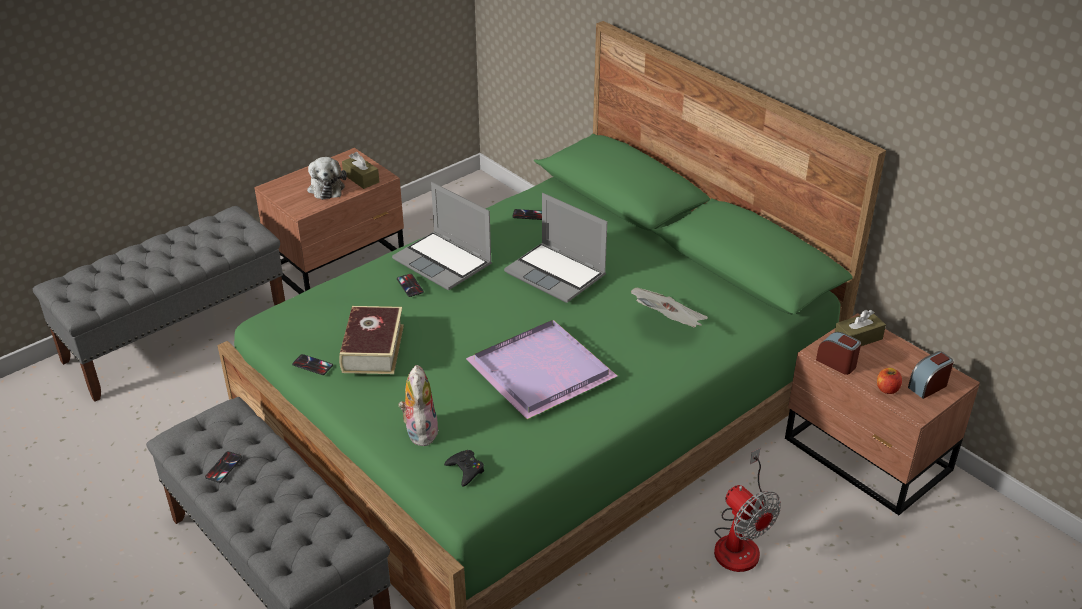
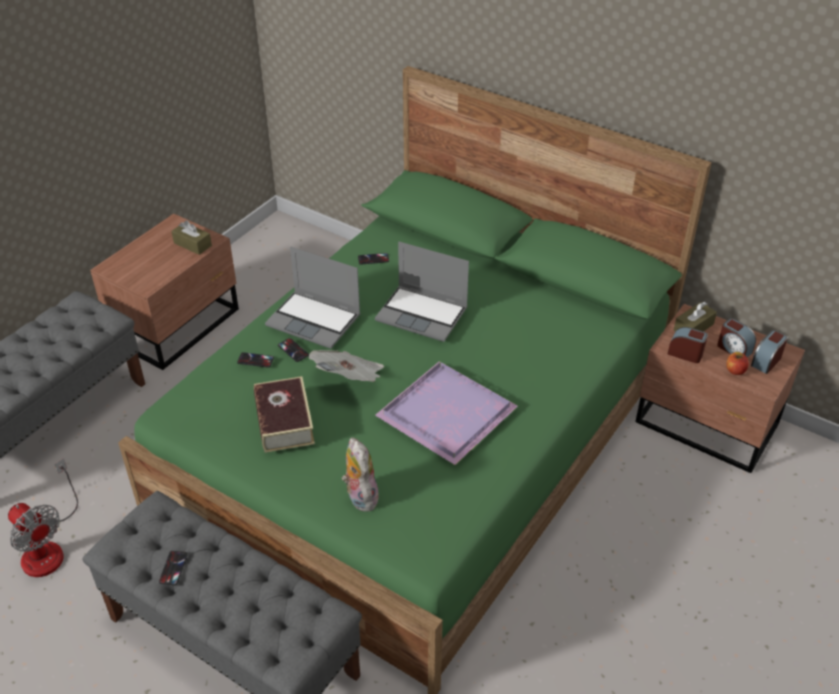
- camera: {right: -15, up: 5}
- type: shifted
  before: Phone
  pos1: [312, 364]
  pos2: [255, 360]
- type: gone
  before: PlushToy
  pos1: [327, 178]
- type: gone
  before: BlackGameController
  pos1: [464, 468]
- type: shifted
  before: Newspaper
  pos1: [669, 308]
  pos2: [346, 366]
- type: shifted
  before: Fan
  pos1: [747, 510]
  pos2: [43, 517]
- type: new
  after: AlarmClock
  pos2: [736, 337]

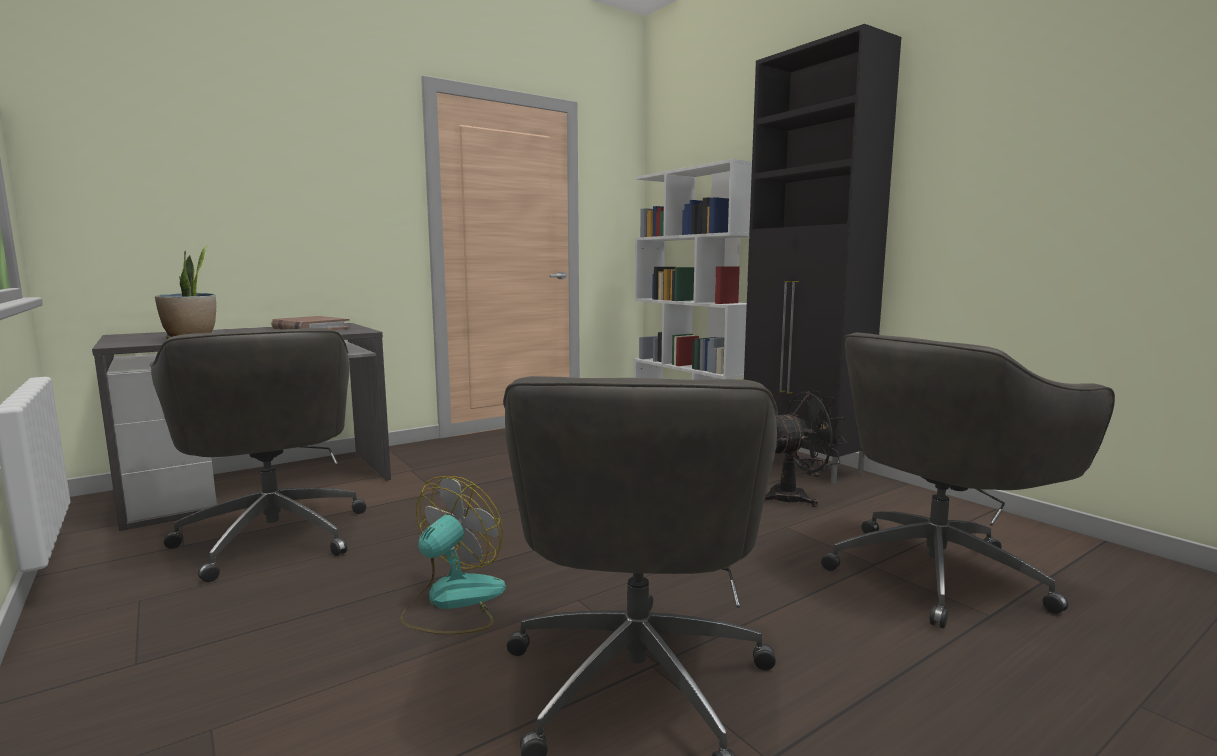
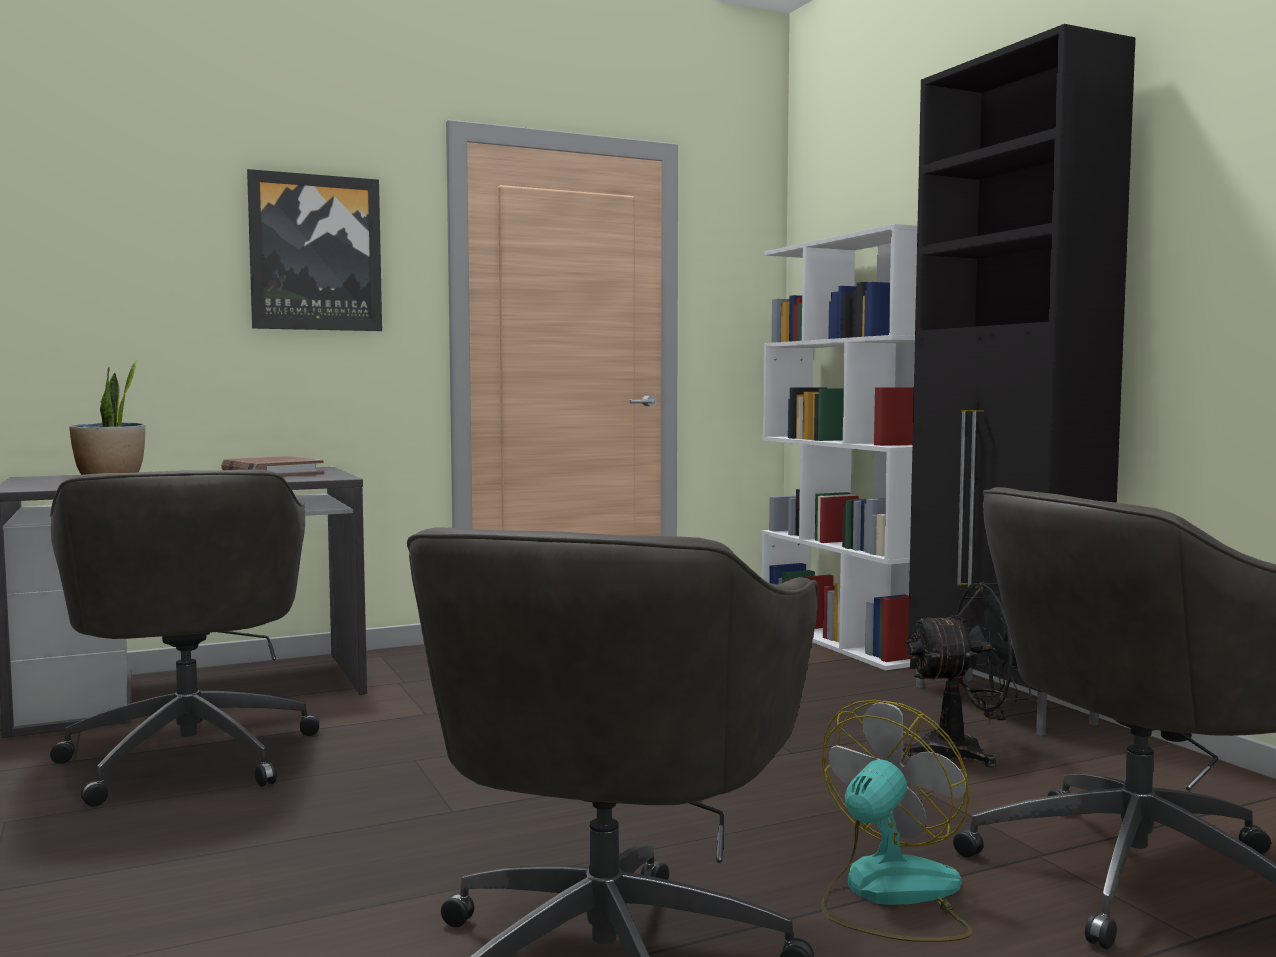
- camera: {right: 10, up: -5}
- type: shifted
  before: Fan
  pos1: [453, 555]
  pos2: [896, 821]
- type: new
  after: Picture
  pos2: [314, 250]

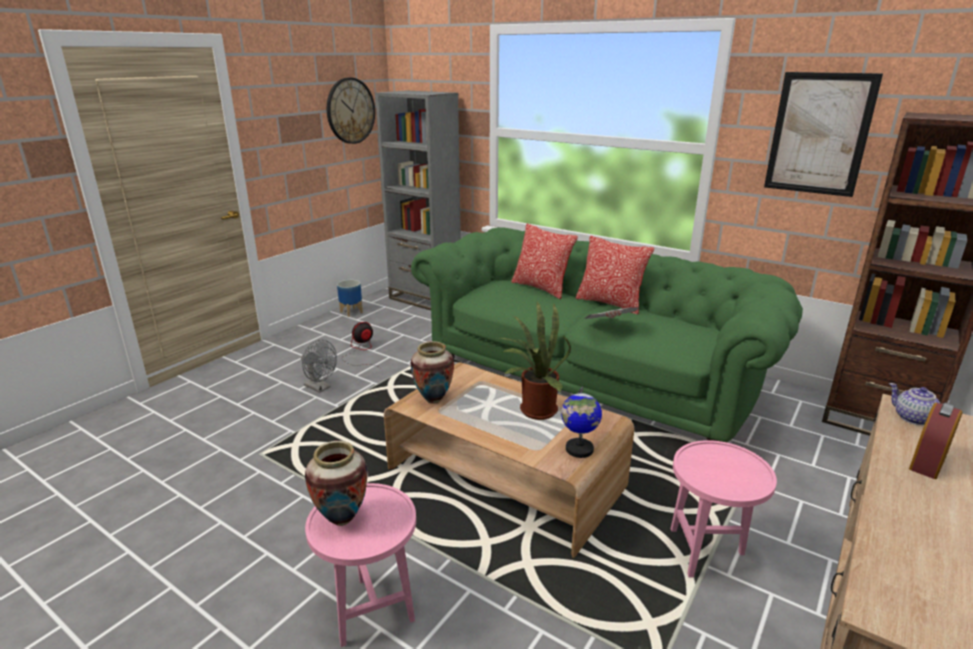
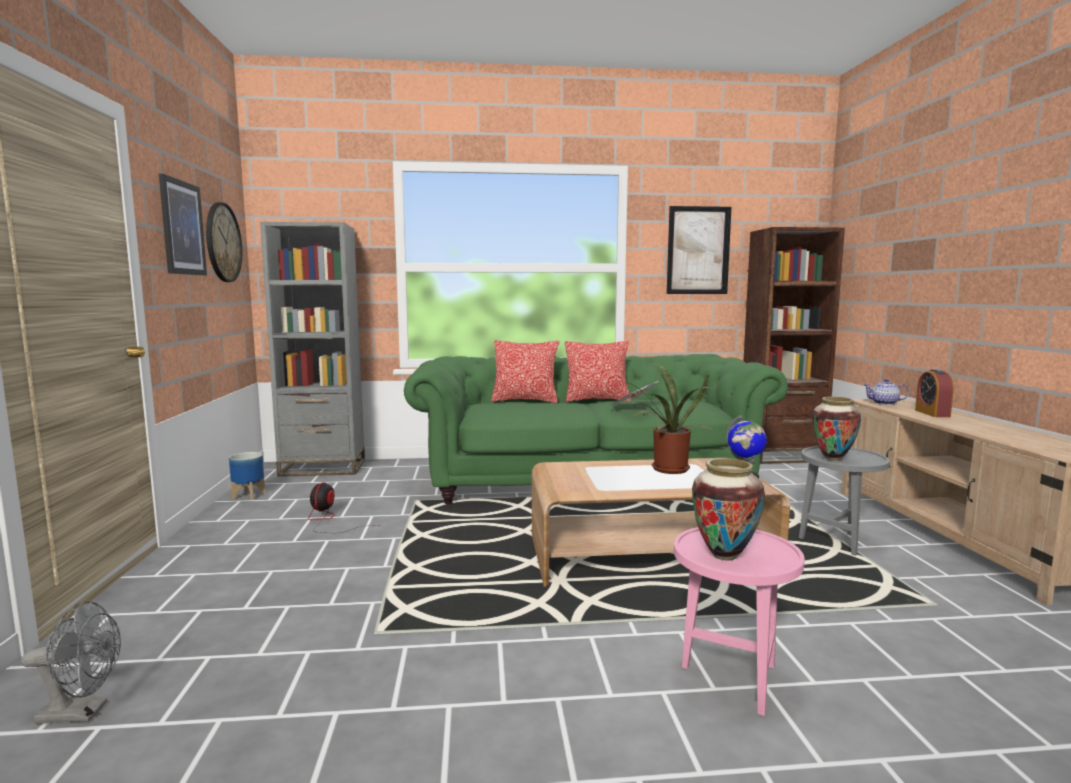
- camera: {right: -40, up: -15}
- type: shifted
  before: GreyFan
  pos1: [319, 366]
  pos2: [71, 662]
- type: shifted
  before: Vase
  pos1: [432, 372]
  pos2: [836, 429]
- type: repainted
  before: PinkSideTable
  after: GreySideTable
  pos1: [724, 509]
  pos2: [844, 501]
- type: new
  after: Picture
  pos2: [183, 224]

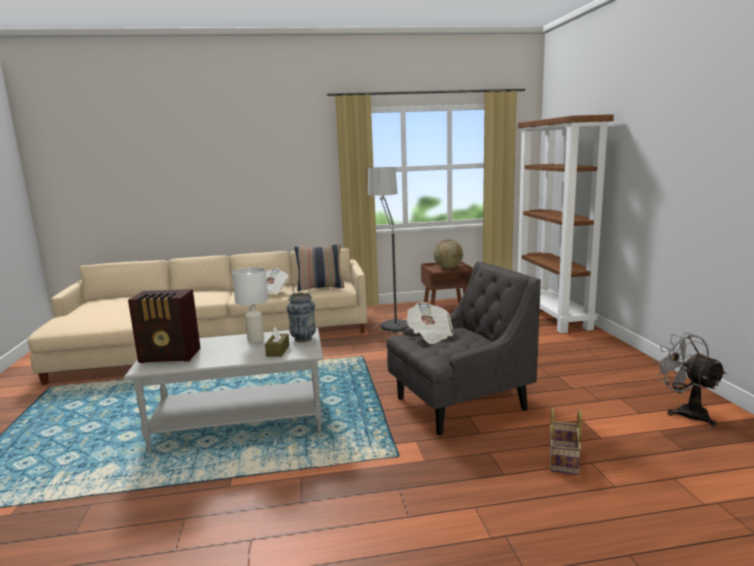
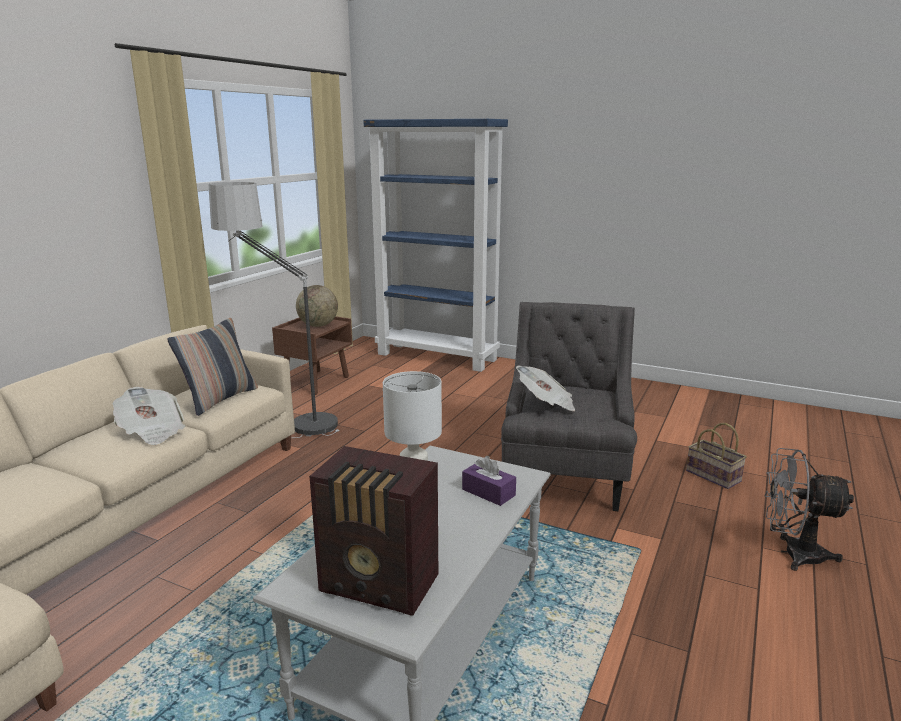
- camera: {right: -55, up: 5}
- type: rotated
  before: Radio
  pos1: [164, 326]
  pos2: [374, 531]
  turn: 75
- type: repainted
  before: BrownTissueBox
  after: PurpleTissueBox
  pos1: [277, 342]
  pos2: [489, 481]
- type: gone
  before: Vase
  pos1: [301, 317]
- type: repainted
  before: BrownBookcase
  after: BlueBookcase
  pos1: [566, 223]
  pos2: [435, 245]
- type: shifted
  before: GreyFan
  pos1: [690, 379]
  pos2: [809, 509]

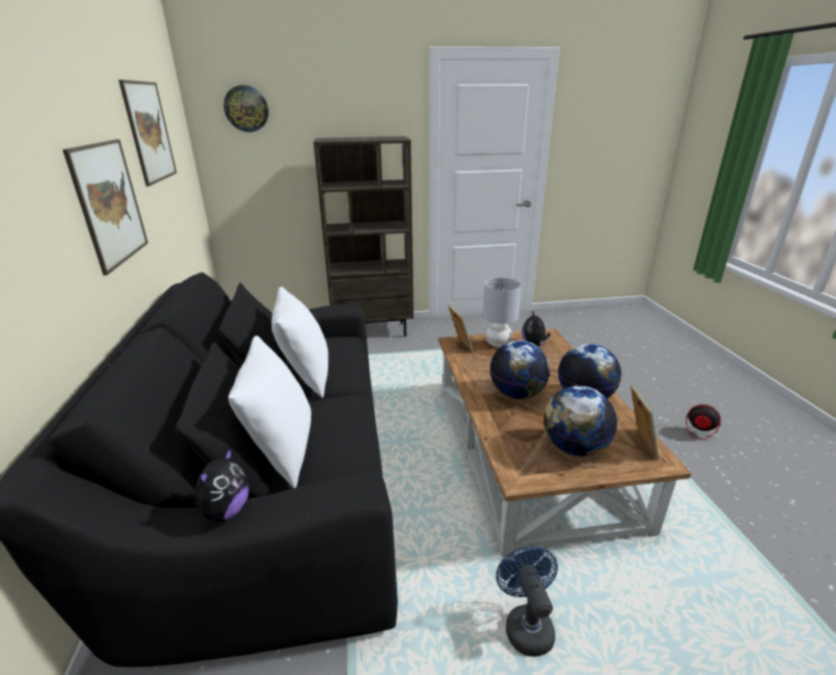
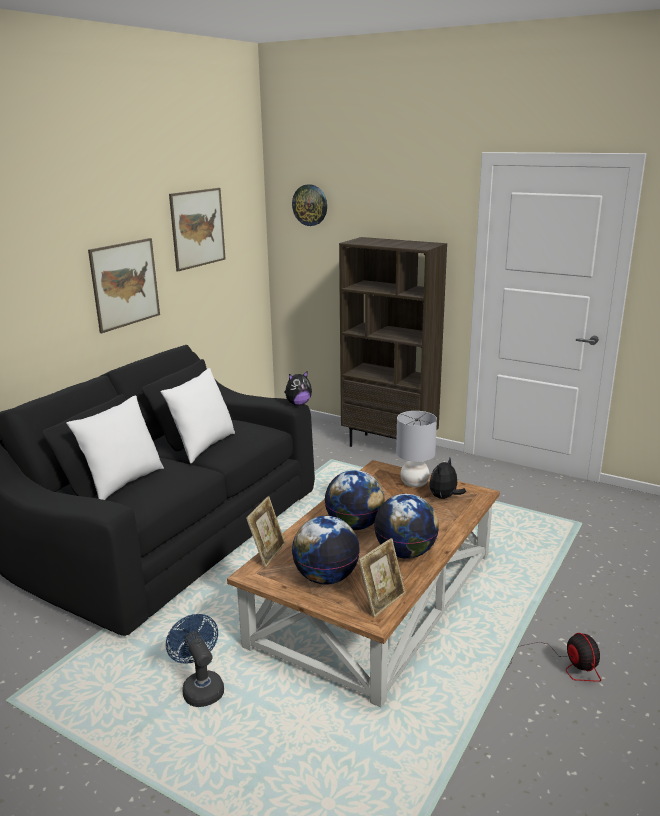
- camera: {right: 40, up: -5}
- type: shifted
  before: PlushToy
  pos1: [217, 484]
  pos2: [298, 388]
- type: shifted
  before: PictureFrame
  pos1: [461, 329]
  pos2: [266, 531]
- type: rotated
  before: BlueFan
  pos1: [527, 601]
  pos2: [195, 660]
  turn: -60

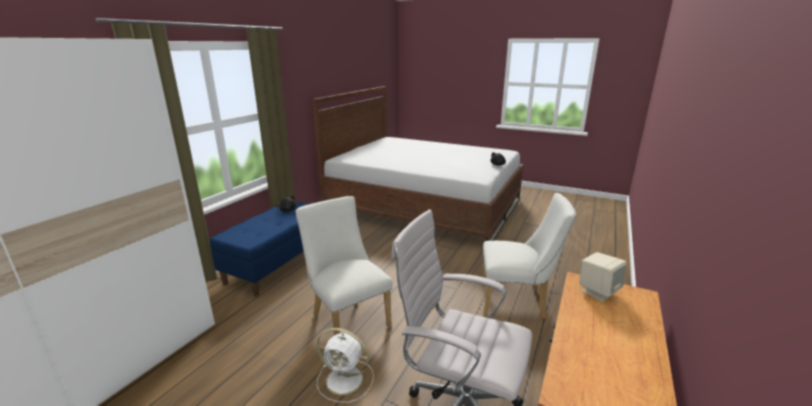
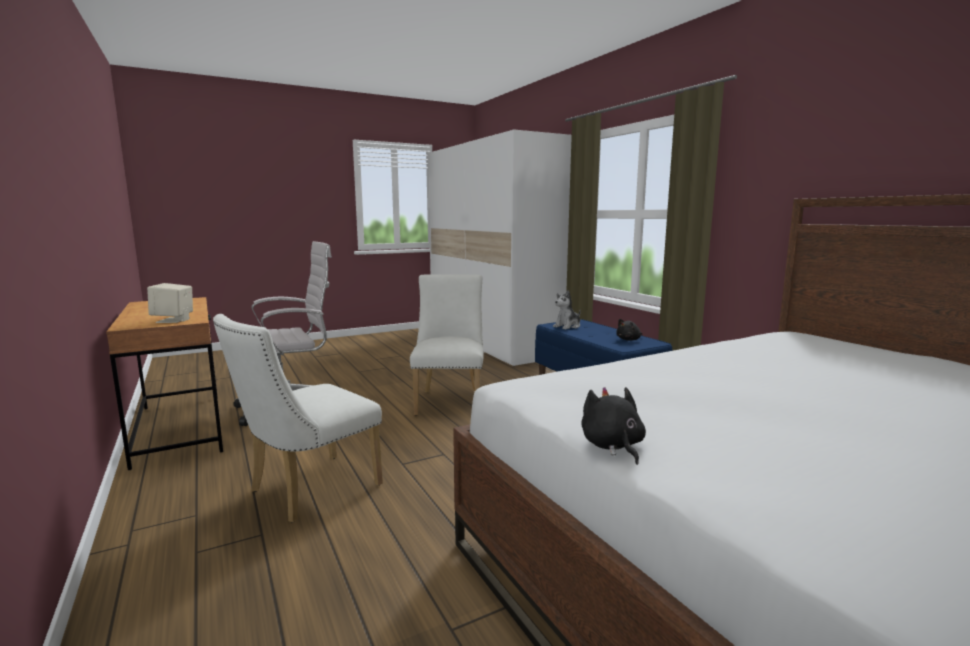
- camera: {right: 125, up: -10}
- type: rotated
  before: WhiteChair
  pos1: [343, 266]
  pos2: [447, 345]
  turn: -90
- type: gone
  before: WhiteFan
  pos1: [345, 365]
- type: new
  after: PlushToy
  pos2: [567, 310]

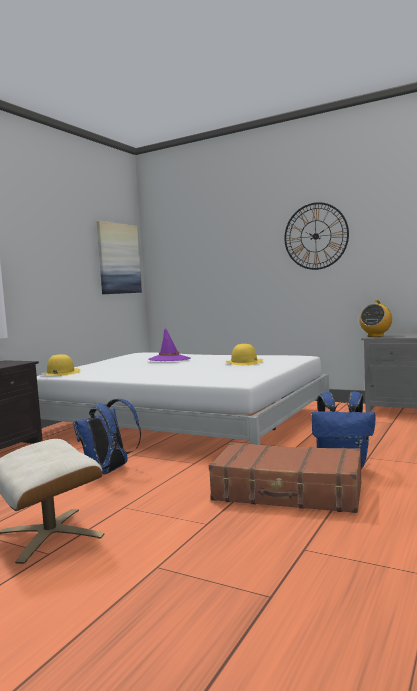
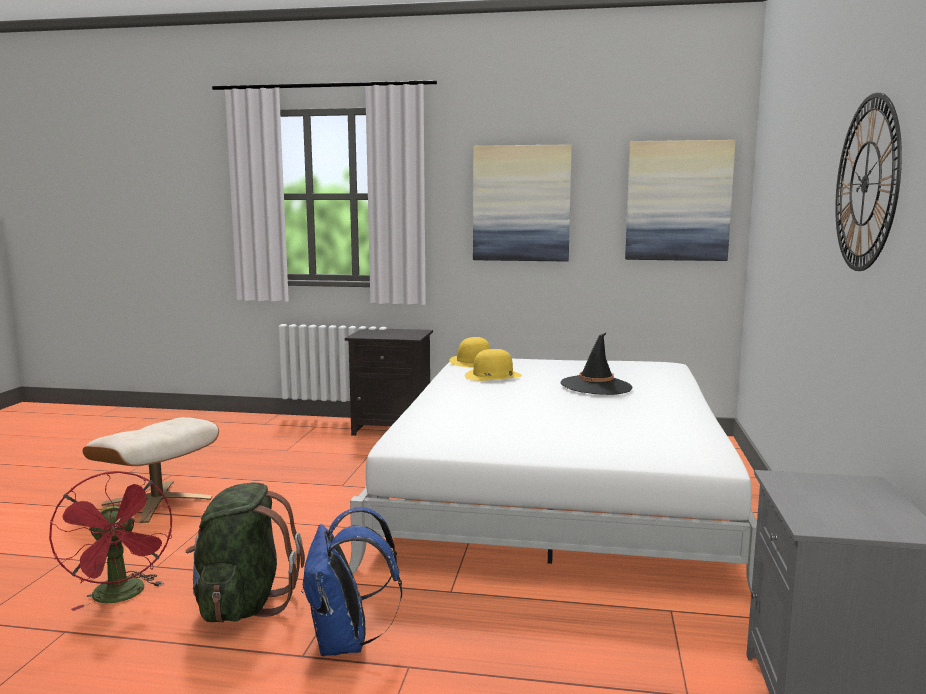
- camera: {right: 70, up: 5}
- type: gone
  before: BlueBackpack
  pos1: [107, 436]
- type: repainted
  before: PurpleHat
  after: BlackHat
  pos1: [169, 344]
  pos2: [597, 363]
- type: swapped
  before: BrownSuitcase
  after: GreenBackpack
  pos1: [285, 477]
  pos2: [245, 552]
- type: shifted
  before: YellowHat
  pos1: [244, 354]
  pos2: [493, 365]
- type: gone
  before: Radio
  pos1: [375, 318]
- type: new
  after: RedFan
  pos2: [110, 541]
- type: new
  after: Picture
  pos2: [522, 203]

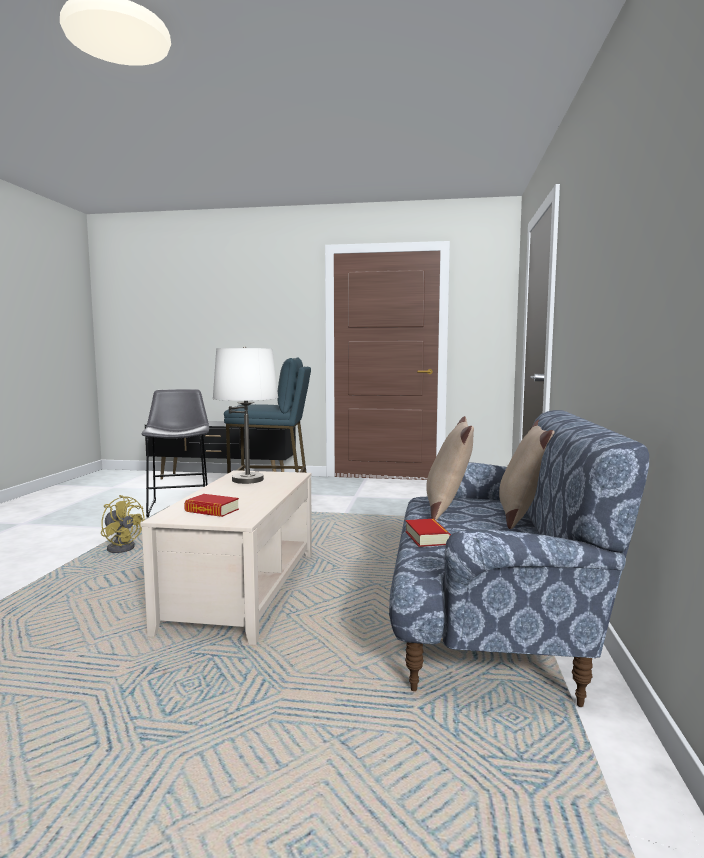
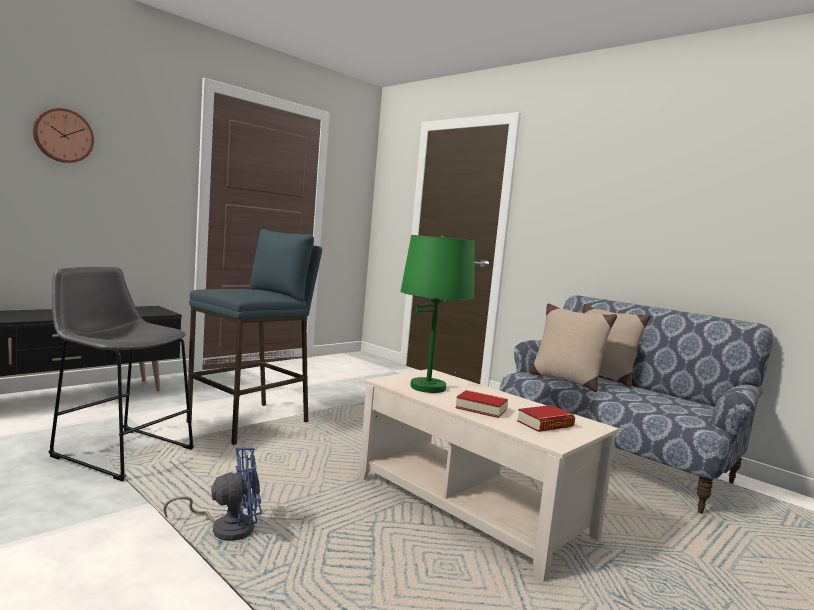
- camera: {right: -55, up: 0}
- type: repainted
  before: YellowFan
  after: BlueFan
  pos1: [122, 524]
  pos2: [212, 494]
- type: repainted
  before: WhiteTableLamp
  after: GreenTableLamp
  pos1: [245, 415]
  pos2: [437, 314]
- type: shifted
  before: Book
  pos1: [428, 533]
  pos2: [482, 404]
- type: new
  after: WallClock
  pos2: [63, 135]

